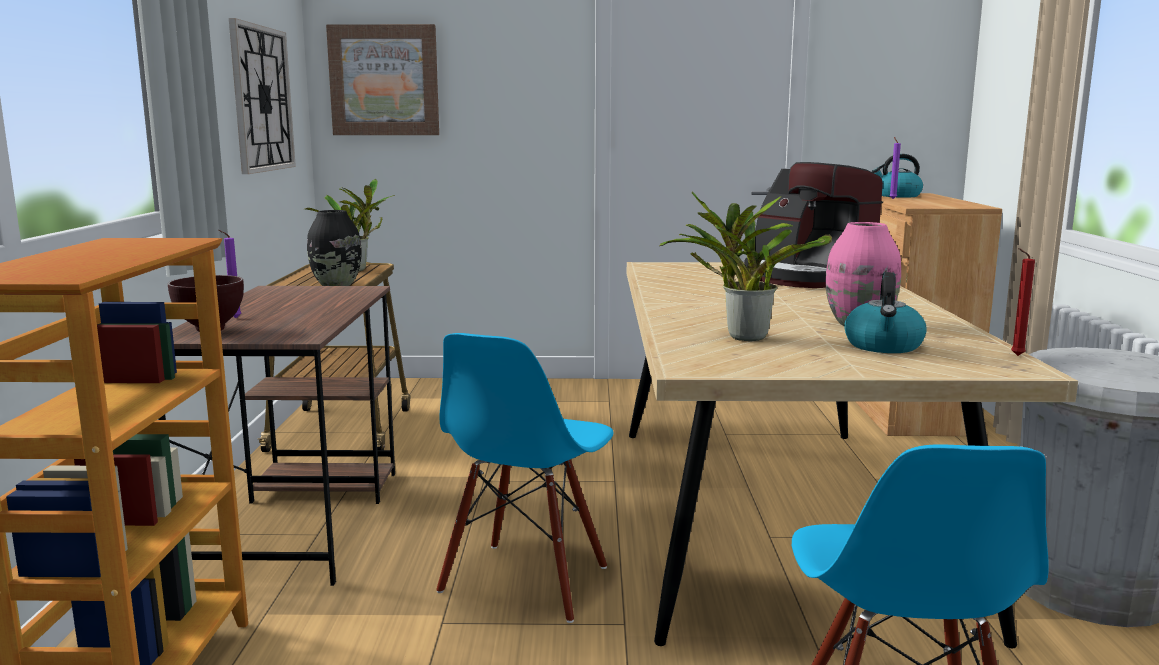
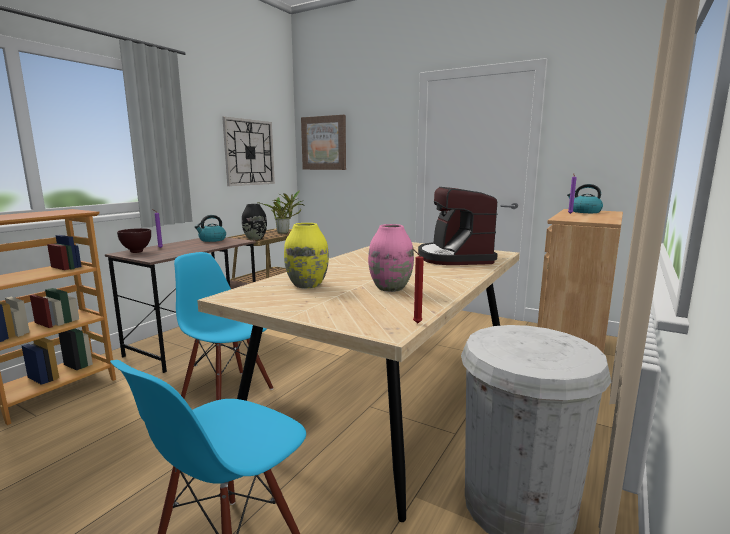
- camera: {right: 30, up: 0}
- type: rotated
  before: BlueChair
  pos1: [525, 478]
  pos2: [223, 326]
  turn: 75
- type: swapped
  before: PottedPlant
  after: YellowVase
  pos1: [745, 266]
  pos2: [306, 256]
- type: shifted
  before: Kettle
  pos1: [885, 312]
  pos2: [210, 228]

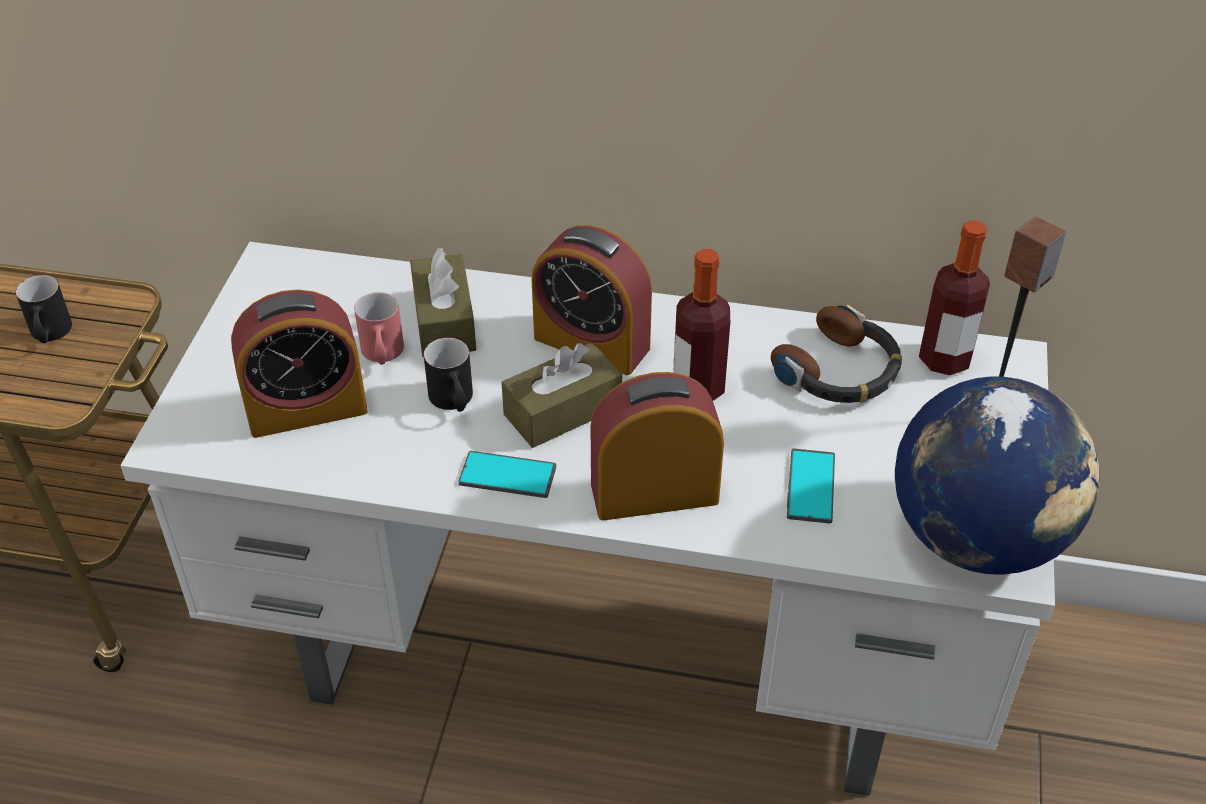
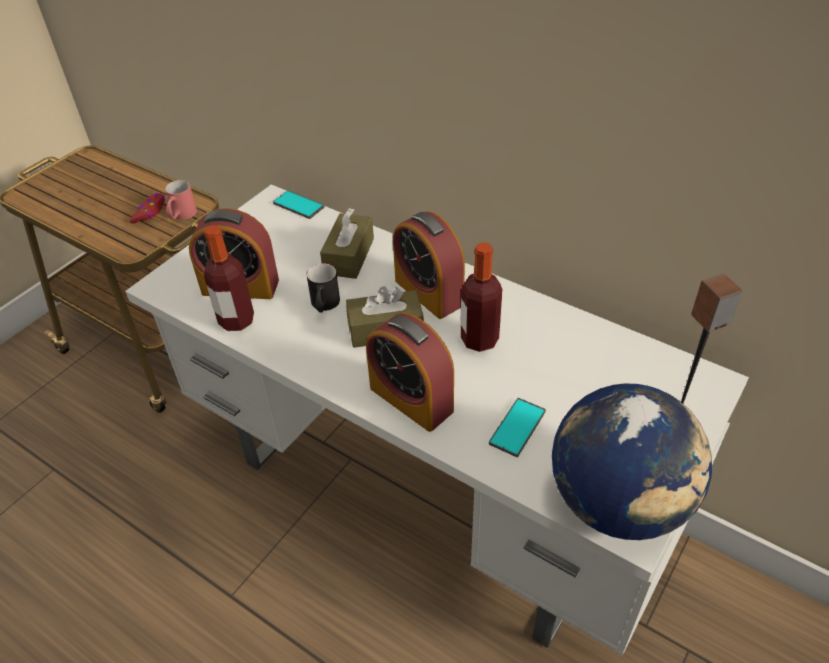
- camera: {right: 25, up: 0}
- type: swapped
  before: BlackMug
  after: RedGameController
  pos1: [44, 309]
  pos2: [147, 208]
- type: shifted
  before: RedMug
  pos1: [379, 328]
  pos2: [181, 200]
- type: shifted
  before: Phone
  pos1: [507, 474]
  pos2: [298, 205]
- type: rotated
  before: AlarmClock
  pos1: [657, 446]
  pos2: [410, 372]
  turn: -150
- type: gone
  before: Headphones
  pos1: [836, 354]
- type: shifted
  before: Bottle
  pos1: [954, 297]
  pos2: [229, 278]

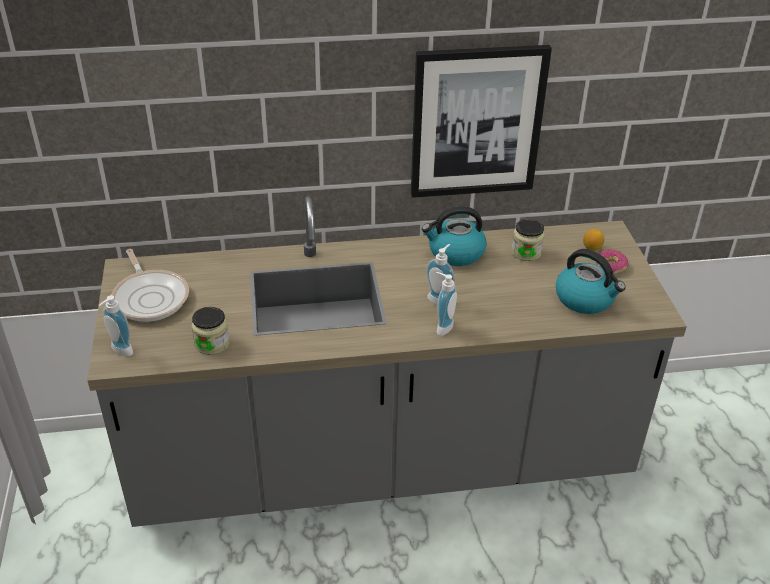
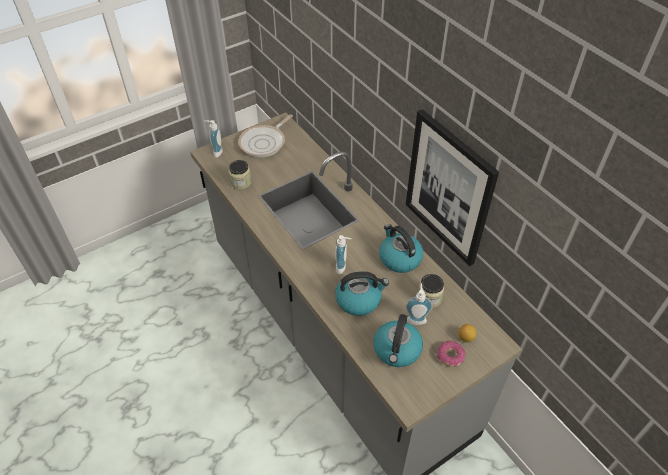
- camera: {right: 65, up: 10}
- type: shifted
  before: SoapDispenser
  pos1: [446, 304]
  pos2: [419, 304]
- type: new
  after: Kettle
  pos2: [362, 293]

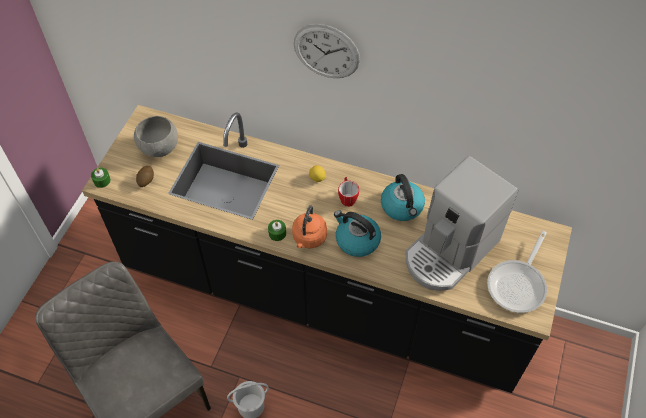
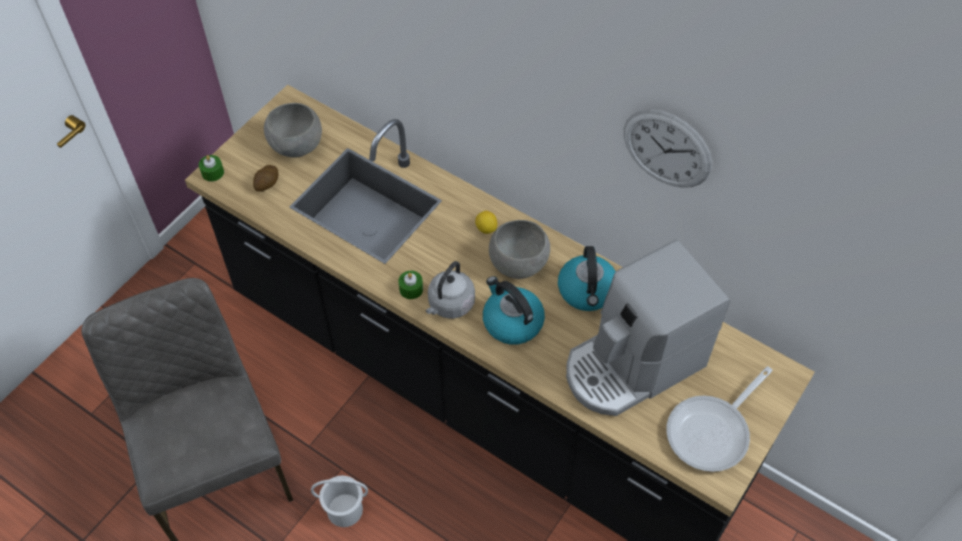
- camera: {right: 15, up: 0}
- type: repainted
  before: OrangeKettle
  after: GreyKettle
  pos1: [309, 226]
  pos2: [450, 290]
- type: shifted
  before: WallClock
  pos1: [327, 51]
  pos2: [668, 148]
- type: swapped
  before: Mug
  after: GreyBowl
  pos1: [348, 192]
  pos2: [519, 249]

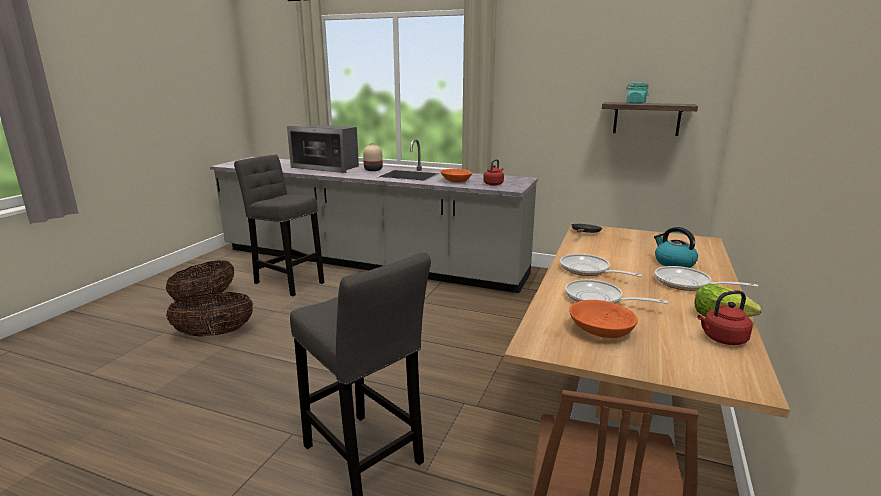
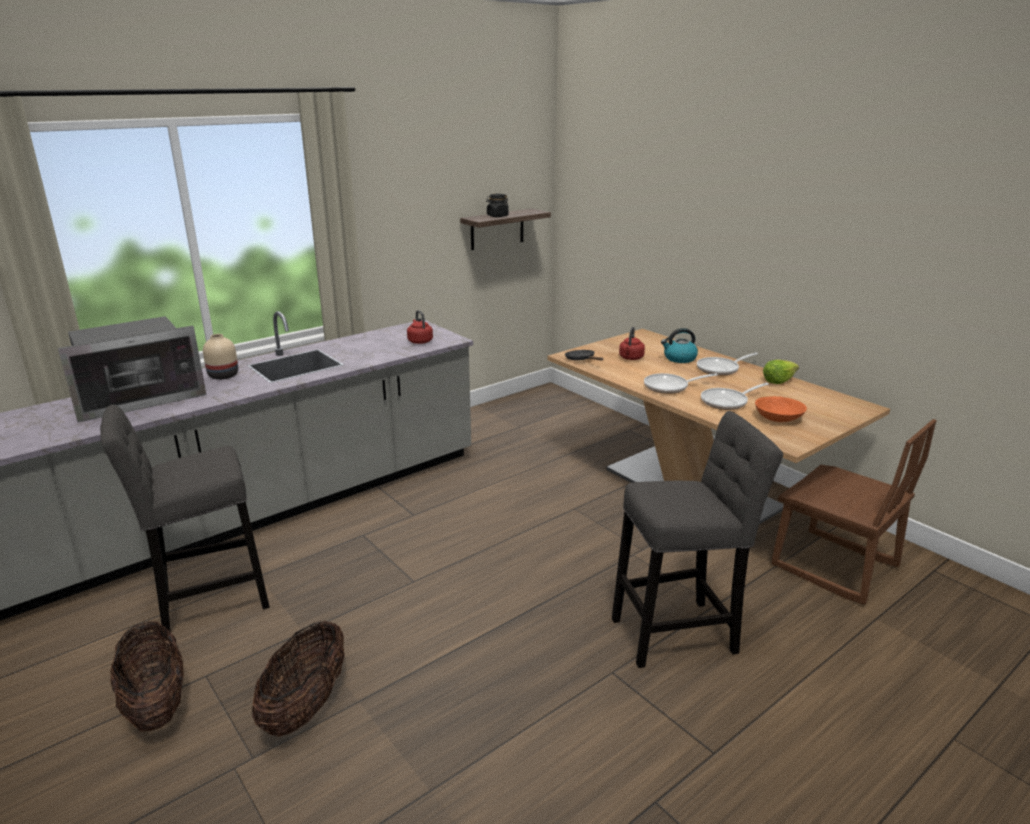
- camera: {right: -60, up: 5}
- type: gone
  before: OrangeBowl
  pos1: [456, 176]
- type: repainted
  before: TurquoiseJar
  after: BlackJar
  pos1: [637, 93]
  pos2: [497, 205]
- type: shifted
  before: RedKettle
  pos1: [725, 317]
  pos2: [632, 343]

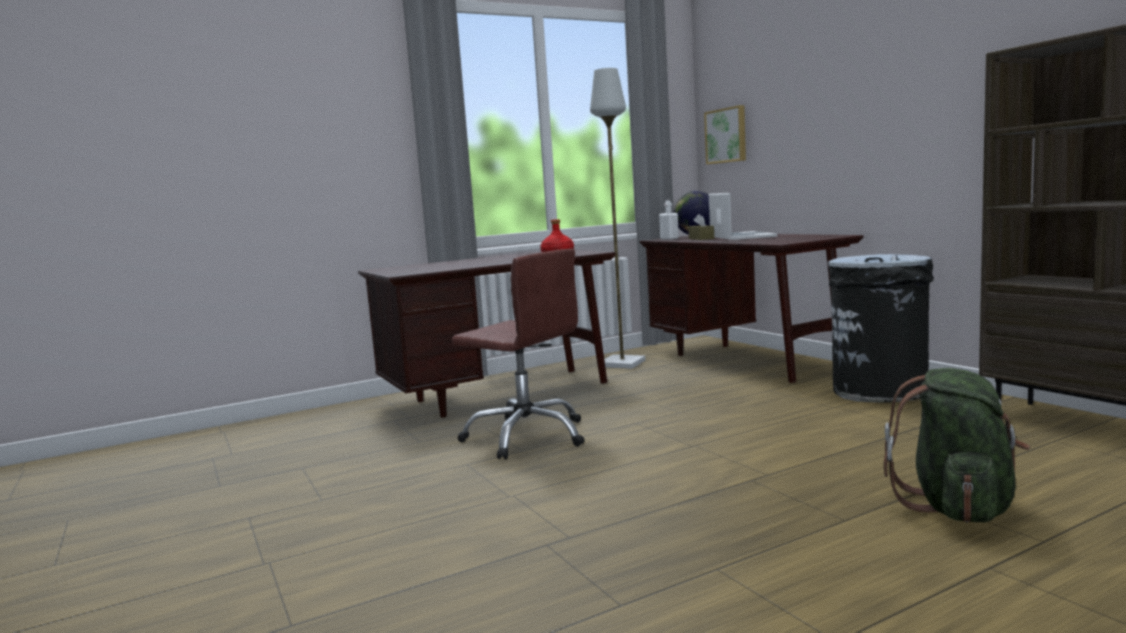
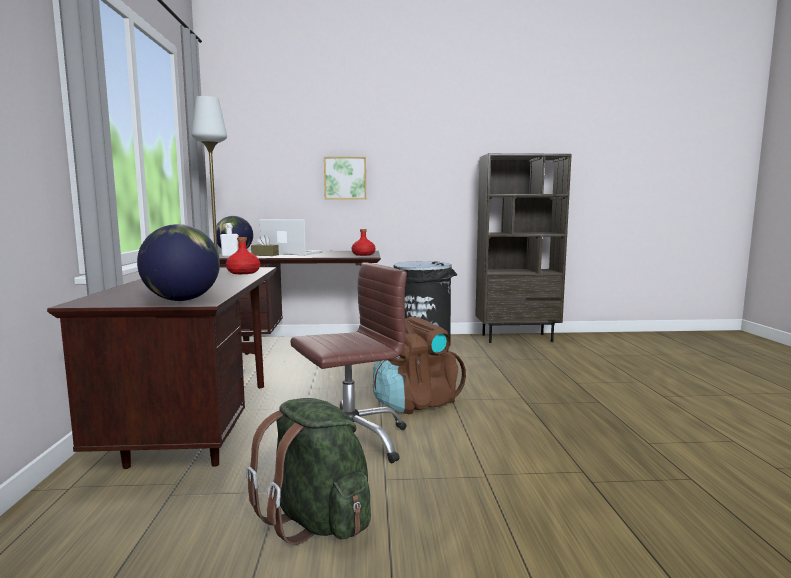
- camera: {right: -65, up: 0}
- type: shifted
  before: Picture
  pos1: [725, 134]
  pos2: [345, 178]
- type: shifted
  before: GreenBackpack
  pos1: [956, 445]
  pos2: [308, 471]
- type: new
  after: Globe
  pos2: [178, 262]
- type: new
  after: RedBottle
  pos2: [363, 242]
- type: new
  after: BrownBackpack
  pos2: [419, 365]

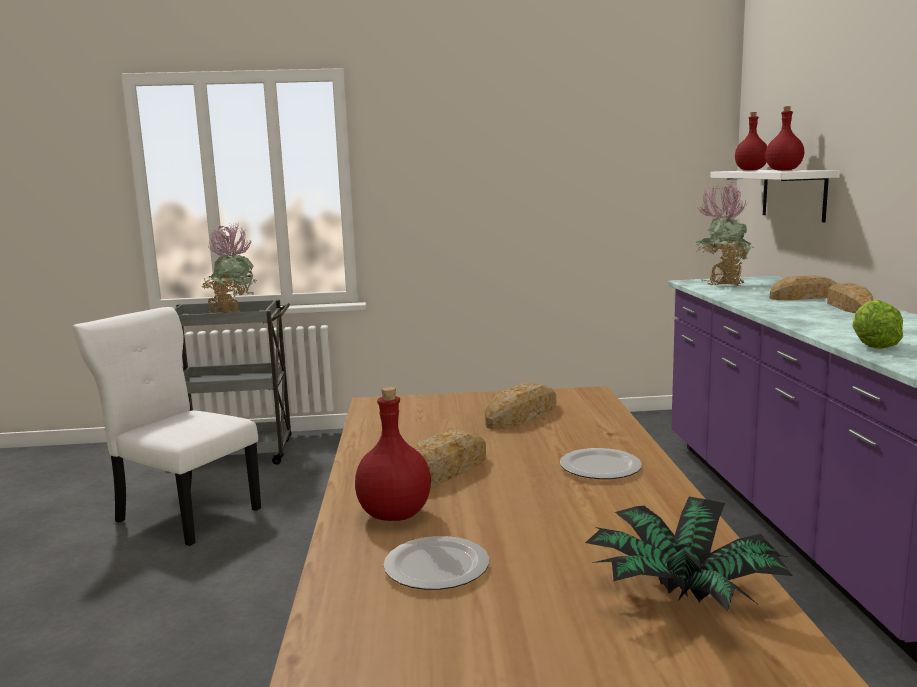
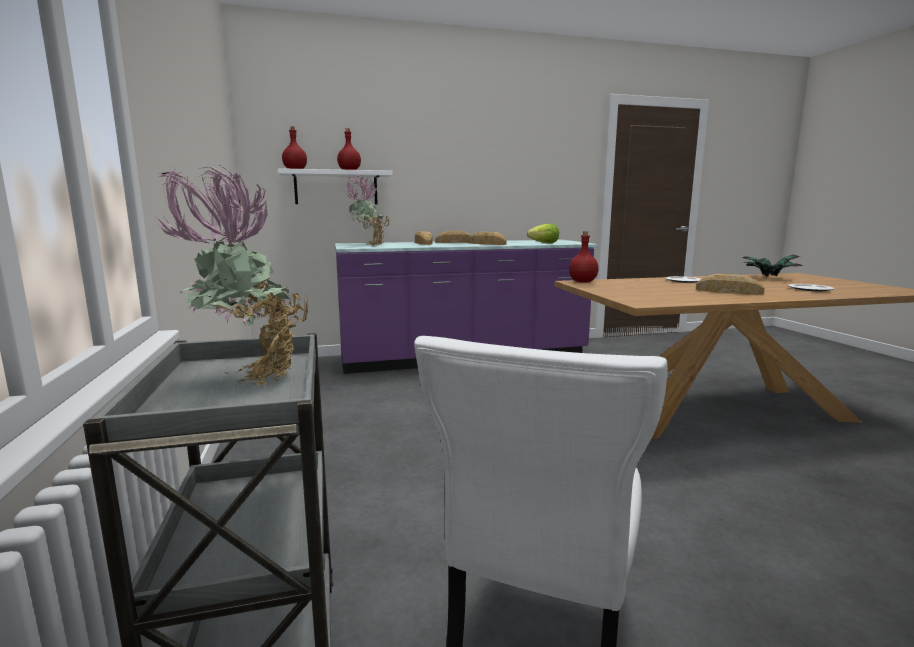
- camera: {right: -100, up: 0}
- type: shifted
  before: RedBottle
  pos1: [393, 454]
  pos2: [584, 257]
- type: shifted
  before: Bread
  pos1: [520, 406]
  pos2: [487, 238]

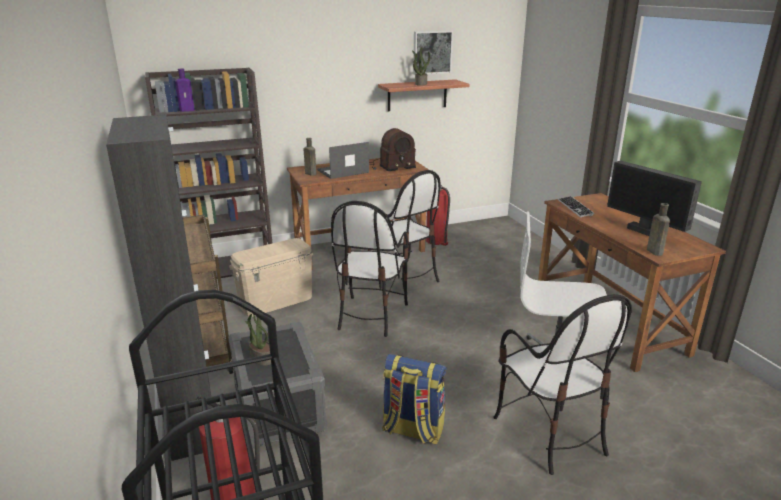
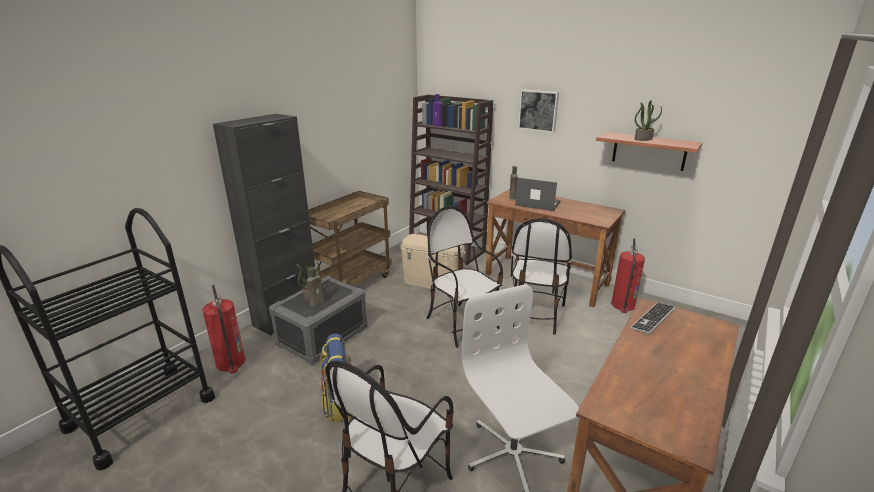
- camera: {right: 55, up: 0}
- type: rotated
  before: Chair
  pos1: [370, 269]
  pos2: [465, 277]
  turn: 75
- type: gone
  before: Radio
  pos1: [392, 149]
- type: shifted
  before: Picture
  pos1: [433, 52]
  pos2: [538, 111]
- type: gone
  before: Monitor
  pos1: [654, 198]
- type: shifted
  before: BrownBottle
  pos1: [658, 229]
  pos2: [315, 287]

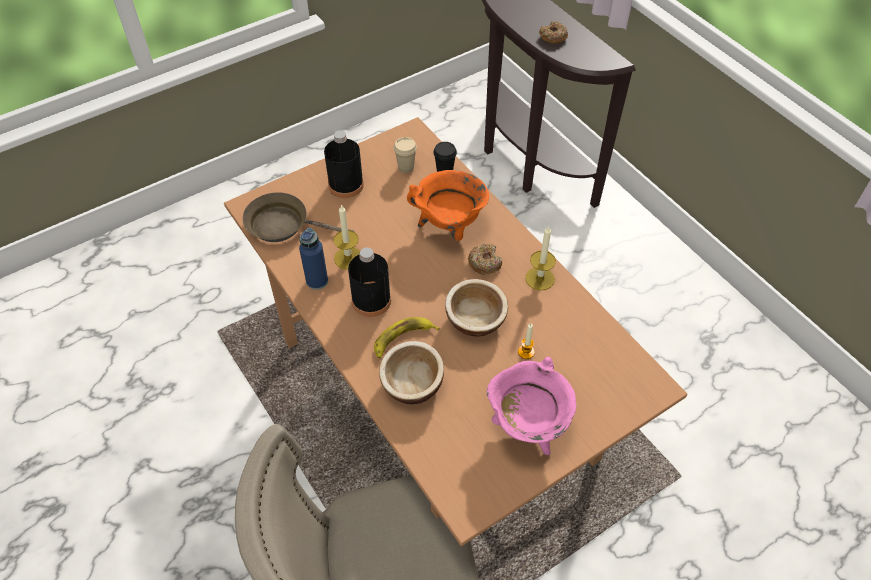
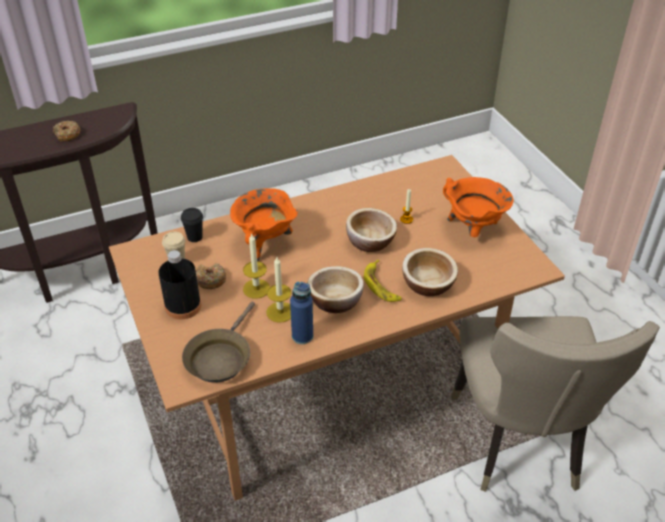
- camera: {right: -80, up: -10}
- type: swapped
  before: BlackBottle
  after: Bowl
  pos1: [369, 282]
  pos2: [335, 289]
- type: shifted
  before: Donut
  pos1: [485, 259]
  pos2: [211, 276]
- type: repainted
  before: PinkCookingPot
  after: OrangeCookingPot
  pos1: [531, 406]
  pos2: [478, 207]
- type: shifted
  before: Candle
  pos1: [540, 258]
  pos2: [256, 266]

